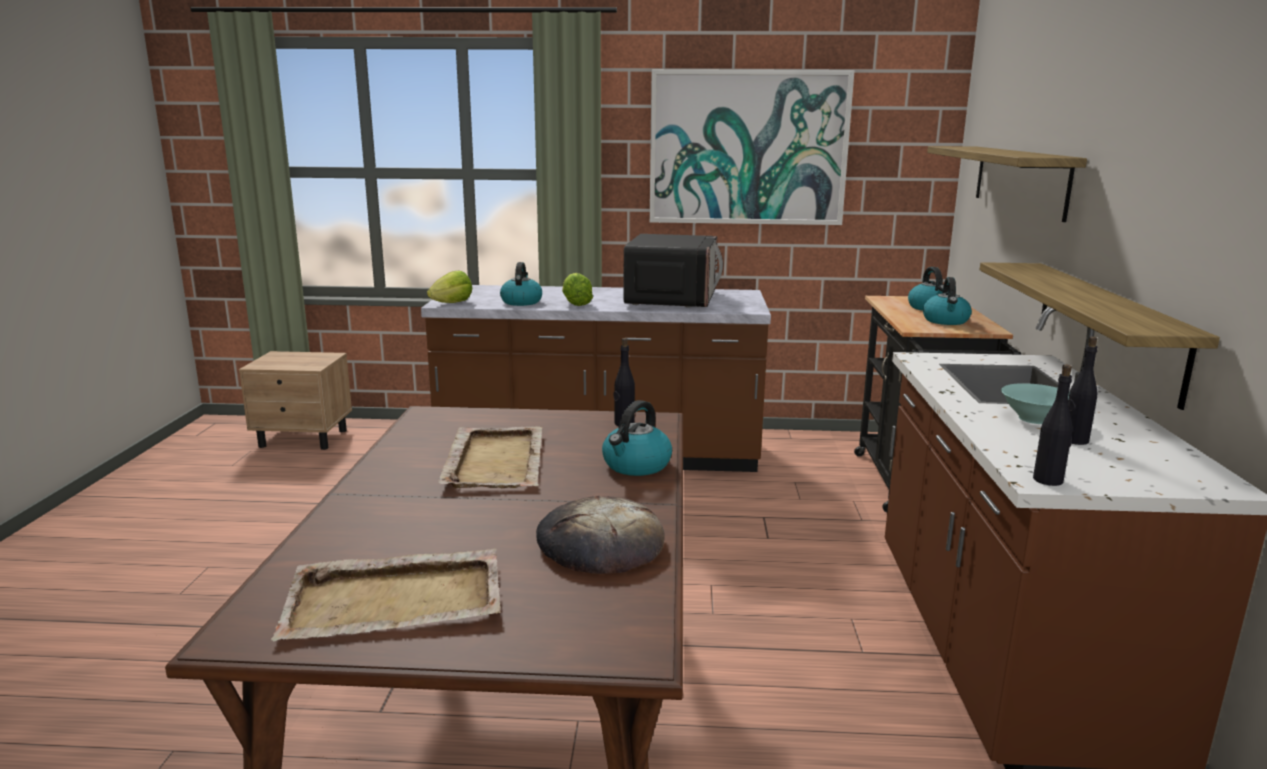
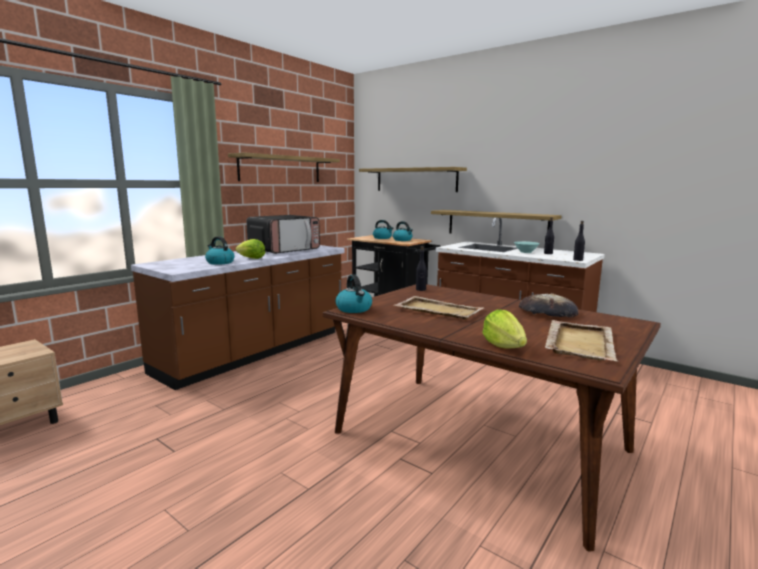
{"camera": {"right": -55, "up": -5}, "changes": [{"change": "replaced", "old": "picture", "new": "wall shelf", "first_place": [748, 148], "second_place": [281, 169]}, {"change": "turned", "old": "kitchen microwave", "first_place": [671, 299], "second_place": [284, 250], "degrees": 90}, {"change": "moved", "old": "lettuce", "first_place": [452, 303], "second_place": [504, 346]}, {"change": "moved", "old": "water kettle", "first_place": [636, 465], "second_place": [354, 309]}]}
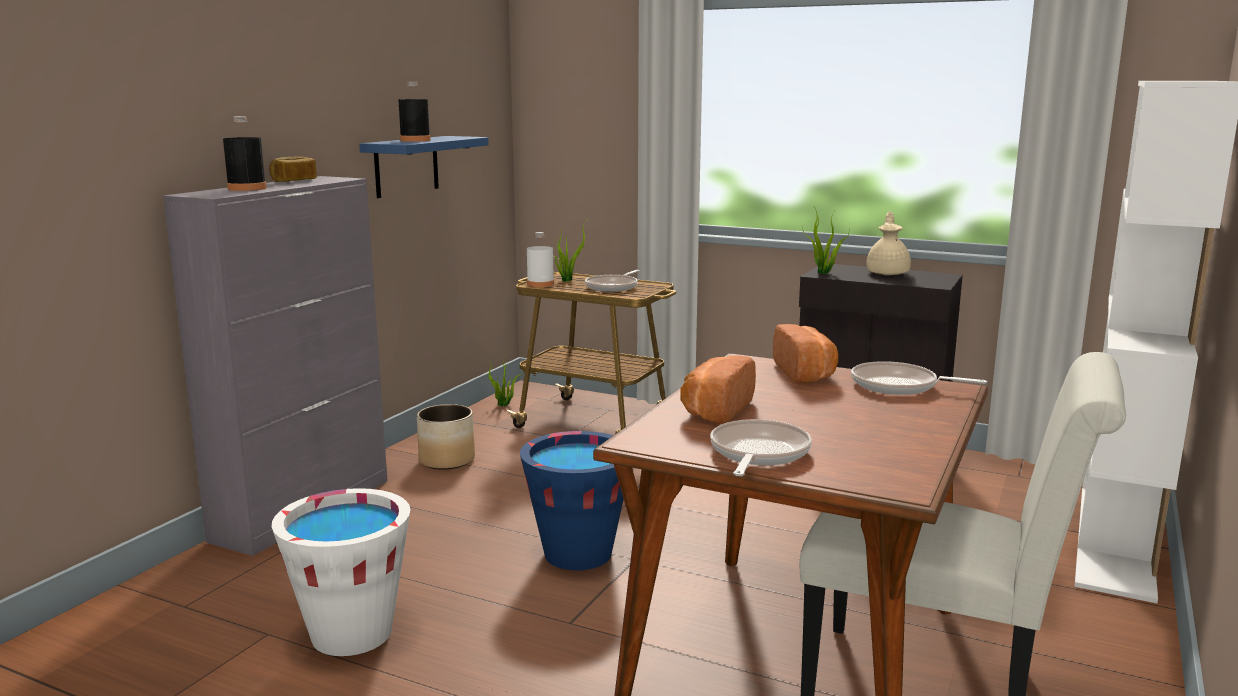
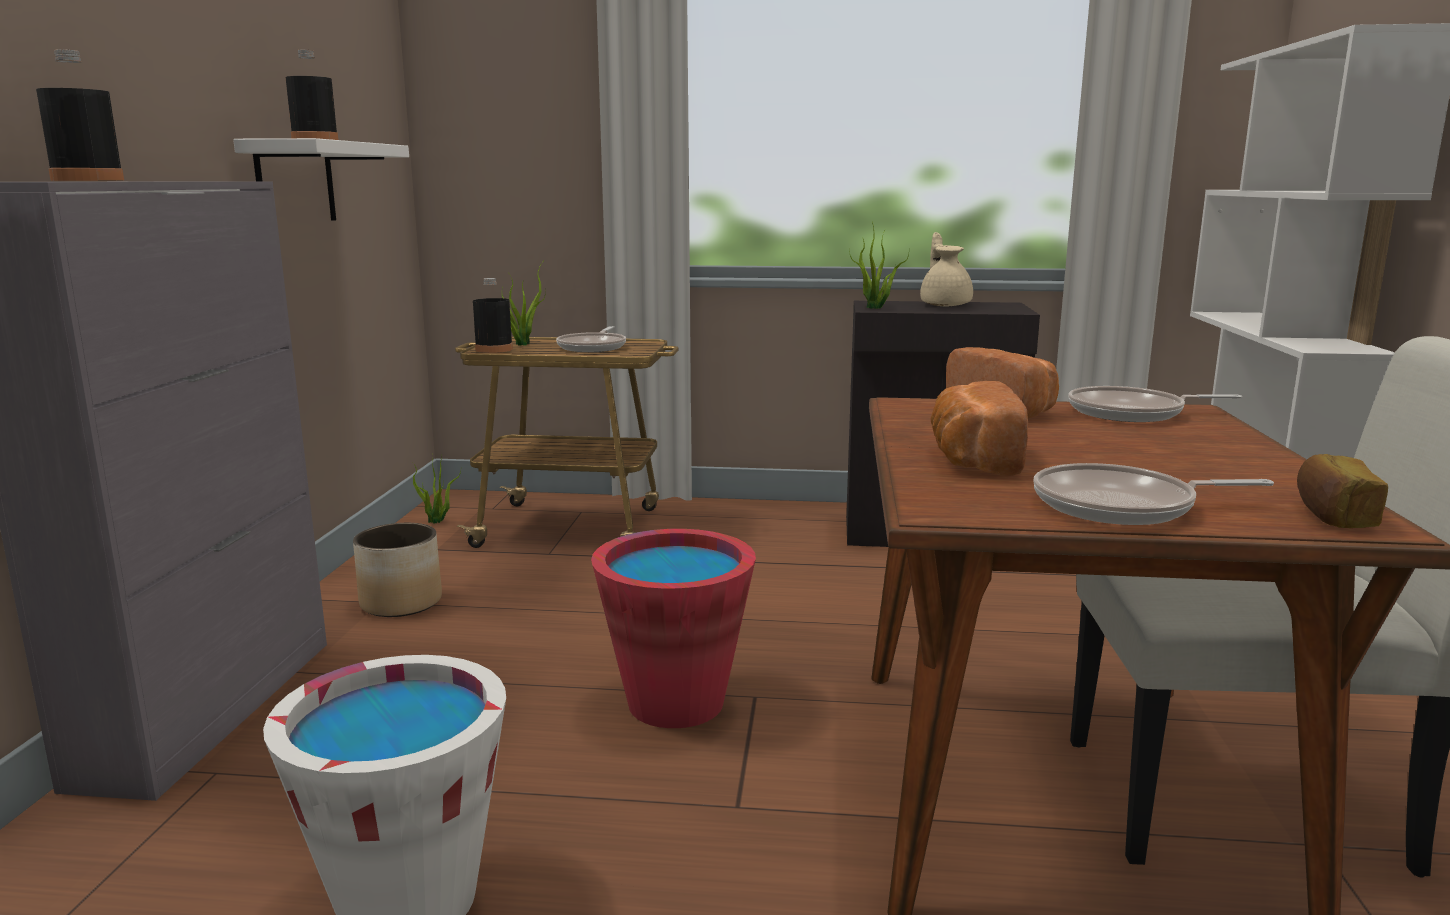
{"camera": {"right": -20, "up": 0}, "changes": [{"change": "recoloured", "old": "wall shelf (bluish)", "new": "wall shelf (white)", "first_place": [406, 166], "second_place": [295, 183]}, {"change": "moved", "old": "bread", "first_place": [293, 181], "second_place": [1331, 516]}, {"change": "recoloured", "old": "bottle (white)", "new": "bottle (black)", "first_place": [540, 284], "second_place": [494, 349]}, {"change": "turned", "old": "skillet", "first_place": [757, 453], "second_place": [1122, 507], "degrees": -90}, {"change": "recoloured", "old": "bucket (bluish)", "new": "bucket (red)", "first_place": [578, 554], "second_place": [675, 703]}]}
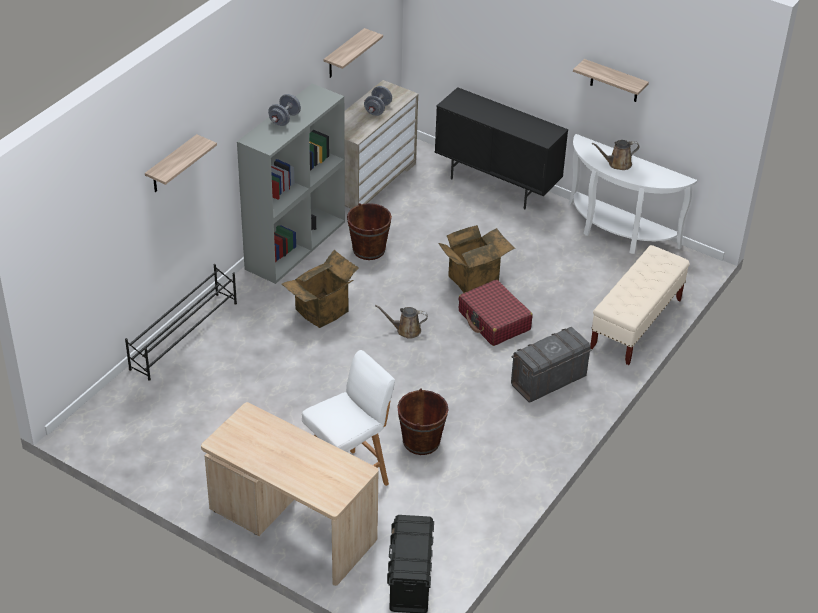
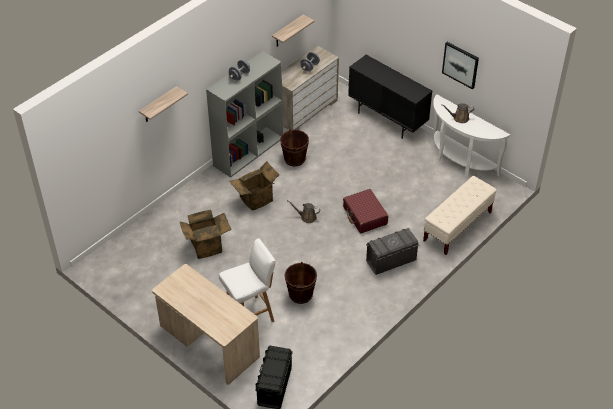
{"camera": {"right": 10, "up": 5}, "changes": [{"change": "replaced", "old": "wall shelf", "new": "picture", "first_place": [614, 81], "second_place": [460, 64]}, {"change": "moved", "old": "carton", "first_place": [472, 279], "second_place": [206, 245]}, {"change": "removed", "old": "shoe shelf (black)", "first_place": [185, 335]}]}
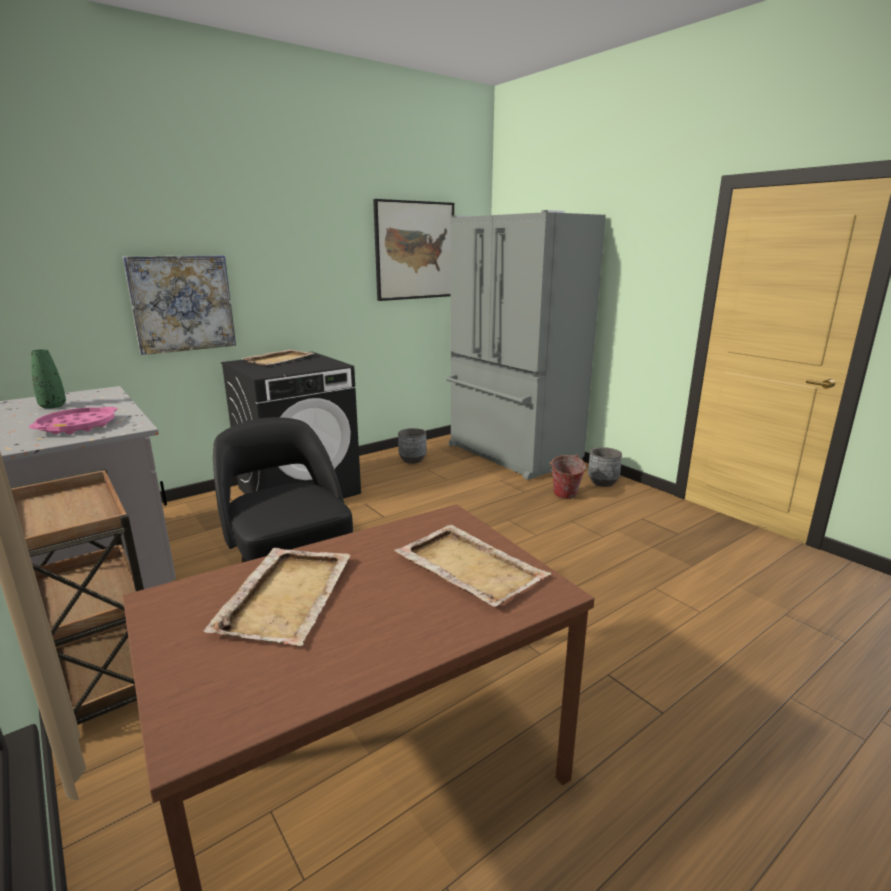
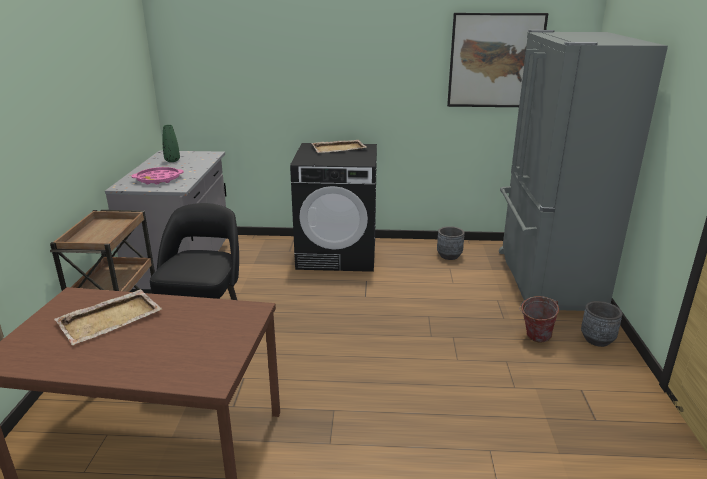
{"camera": {"right": 40, "up": 5}, "changes": [{"change": "removed", "old": "picture", "first_place": [182, 303]}, {"change": "removed", "old": "tray (sand-coloured)", "first_place": [468, 567]}]}
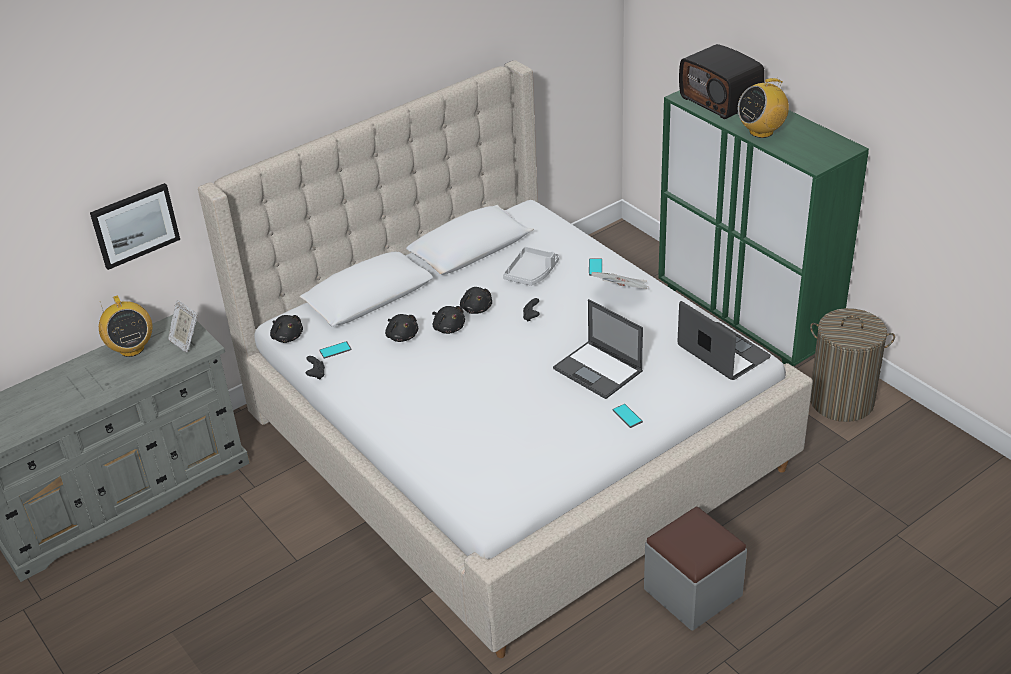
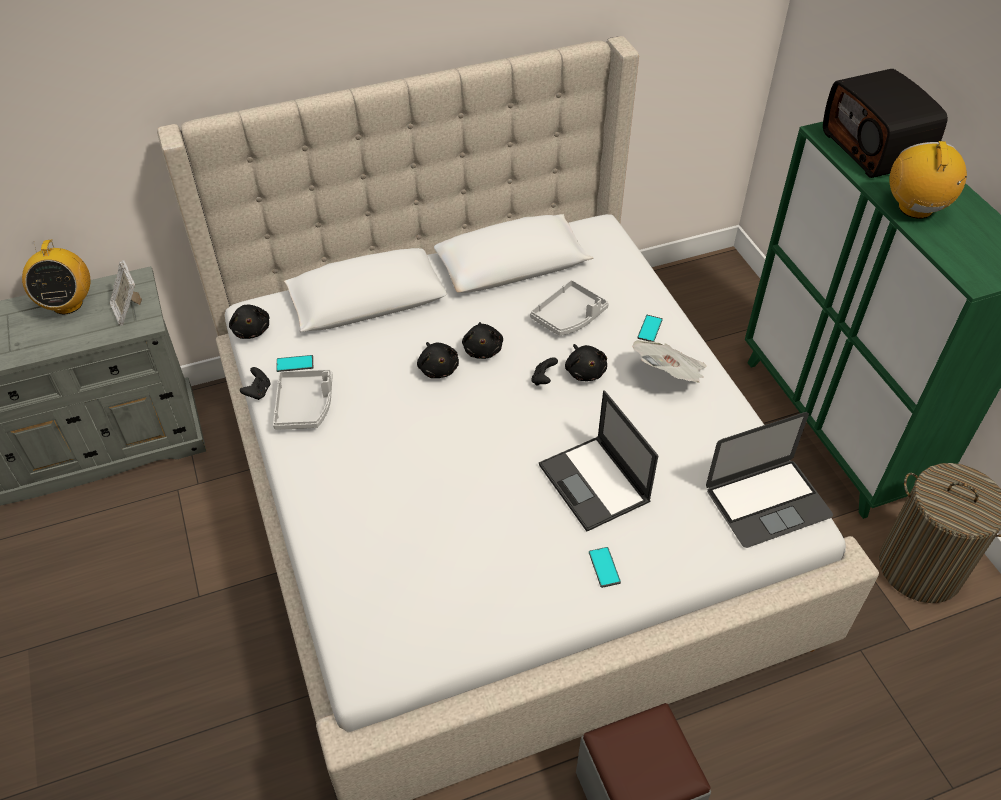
{"camera": {"right": 15, "up": 10}, "changes": [{"change": "turned", "old": "radio", "first_place": [761, 131], "second_place": [915, 208], "degrees": 105}, {"change": "removed", "old": "picture", "first_place": [135, 225]}, {"change": "turned", "old": "portable computer", "first_place": [723, 352], "second_place": [767, 502], "degrees": 90}, {"change": "moved", "old": "plush toy (black)", "first_place": [402, 336], "second_place": [585, 371]}, {"change": "added", "new": "tray (grey)", "second_place": [305, 406]}]}
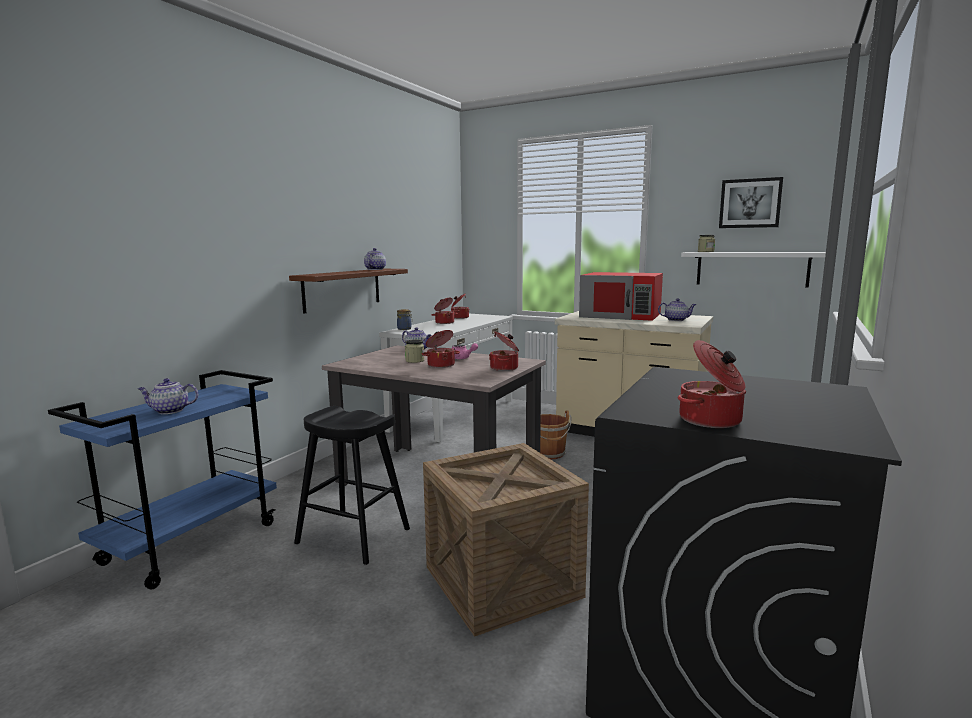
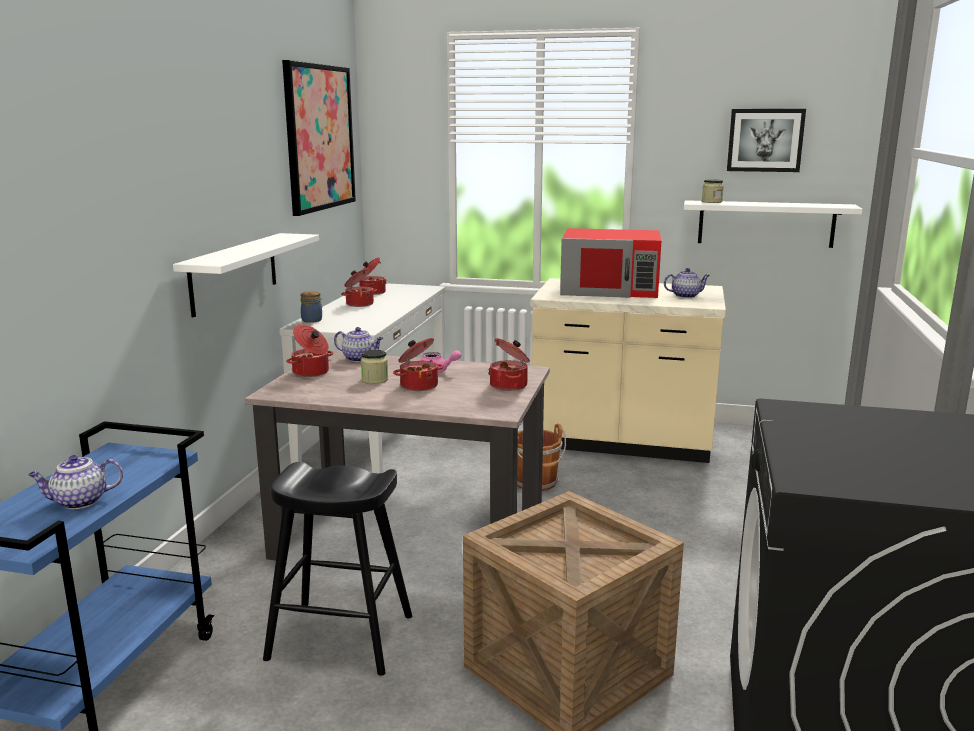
{"camera": {"right": -15, "up": 5}, "changes": [{"change": "removed", "old": "pot for tea", "first_place": [375, 269]}, {"change": "recoloured", "old": "wall shelf (brown-coloured)", "new": "wall shelf (white)", "first_place": [342, 289], "second_place": [234, 273]}, {"change": "moved", "old": "stockpot", "first_place": [711, 420], "second_place": [311, 372]}, {"change": "added", "new": "picture", "second_place": [319, 137]}]}
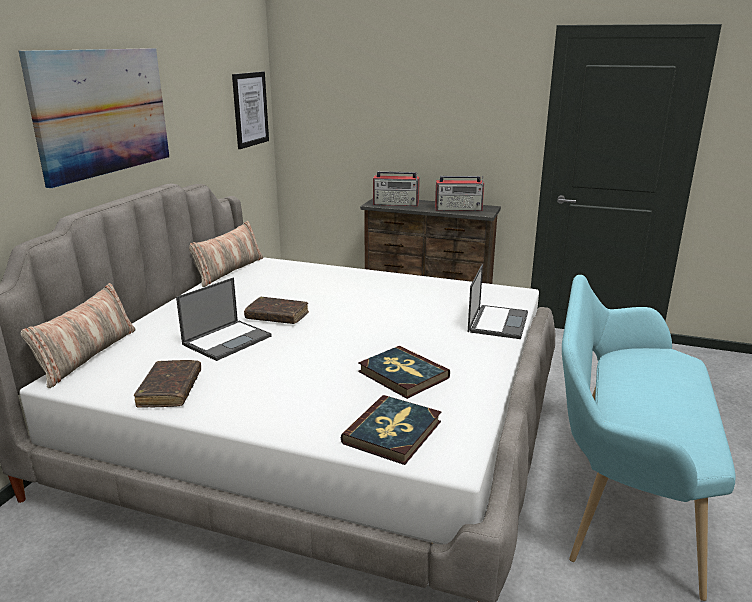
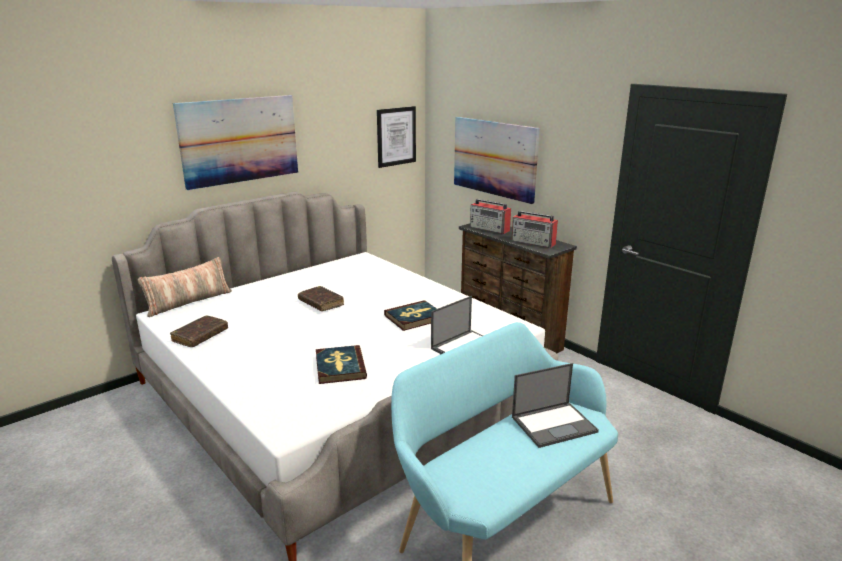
{"camera": {"right": 30, "up": 0}, "changes": [{"change": "removed", "old": "throw pillow", "first_place": [229, 271]}, {"change": "moved", "old": "portable computer", "first_place": [227, 340], "second_place": [554, 424]}, {"change": "moved", "old": "bound book", "first_place": [393, 432], "second_place": [414, 318]}, {"change": "added", "new": "picture", "second_place": [494, 158]}]}
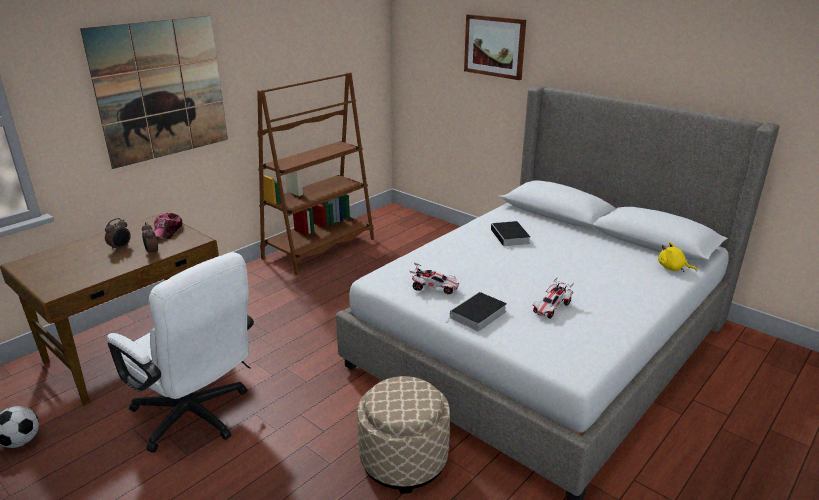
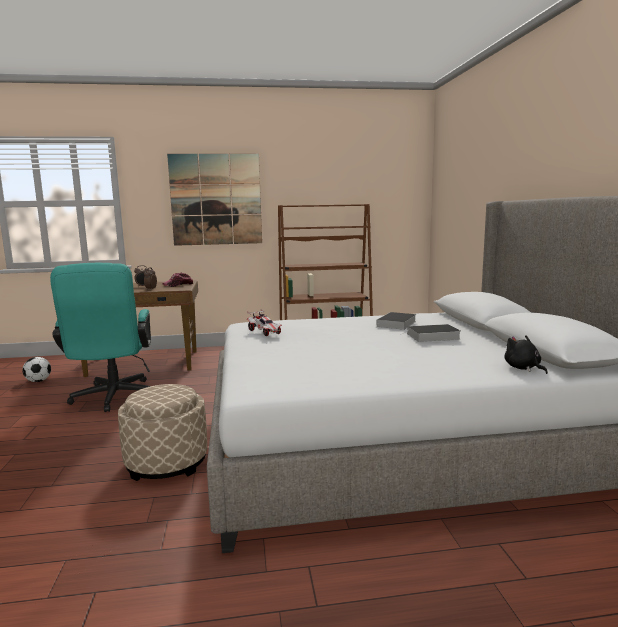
{"camera": {"right": 40, "up": -15}, "changes": [{"change": "removed", "old": "picture", "first_place": [494, 46]}, {"change": "recoloured", "old": "plush toy (yellow-coloured)", "new": "plush toy (black)", "first_place": [672, 268], "second_place": [523, 368]}, {"change": "recoloured", "old": "office chair (white)", "new": "office chair (blue-green)", "first_place": [197, 418], "second_place": [112, 398]}, {"change": "removed", "old": "miniature car", "first_place": [551, 308]}, {"change": "moved", "old": "bound book", "first_place": [477, 315], "second_place": [431, 336]}]}
